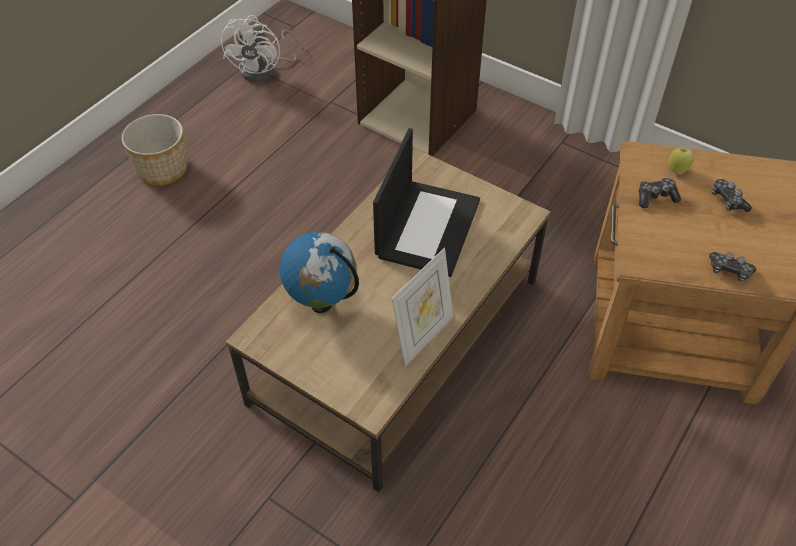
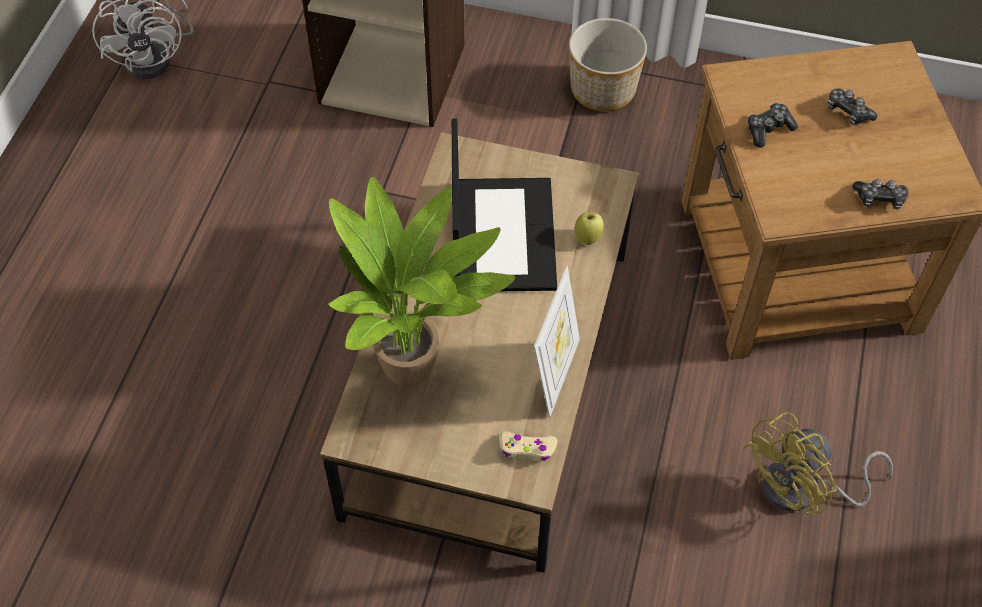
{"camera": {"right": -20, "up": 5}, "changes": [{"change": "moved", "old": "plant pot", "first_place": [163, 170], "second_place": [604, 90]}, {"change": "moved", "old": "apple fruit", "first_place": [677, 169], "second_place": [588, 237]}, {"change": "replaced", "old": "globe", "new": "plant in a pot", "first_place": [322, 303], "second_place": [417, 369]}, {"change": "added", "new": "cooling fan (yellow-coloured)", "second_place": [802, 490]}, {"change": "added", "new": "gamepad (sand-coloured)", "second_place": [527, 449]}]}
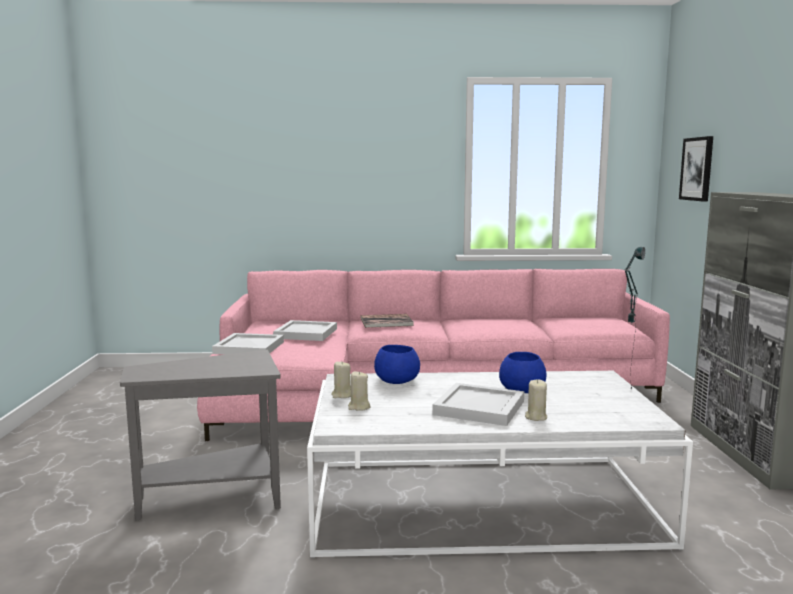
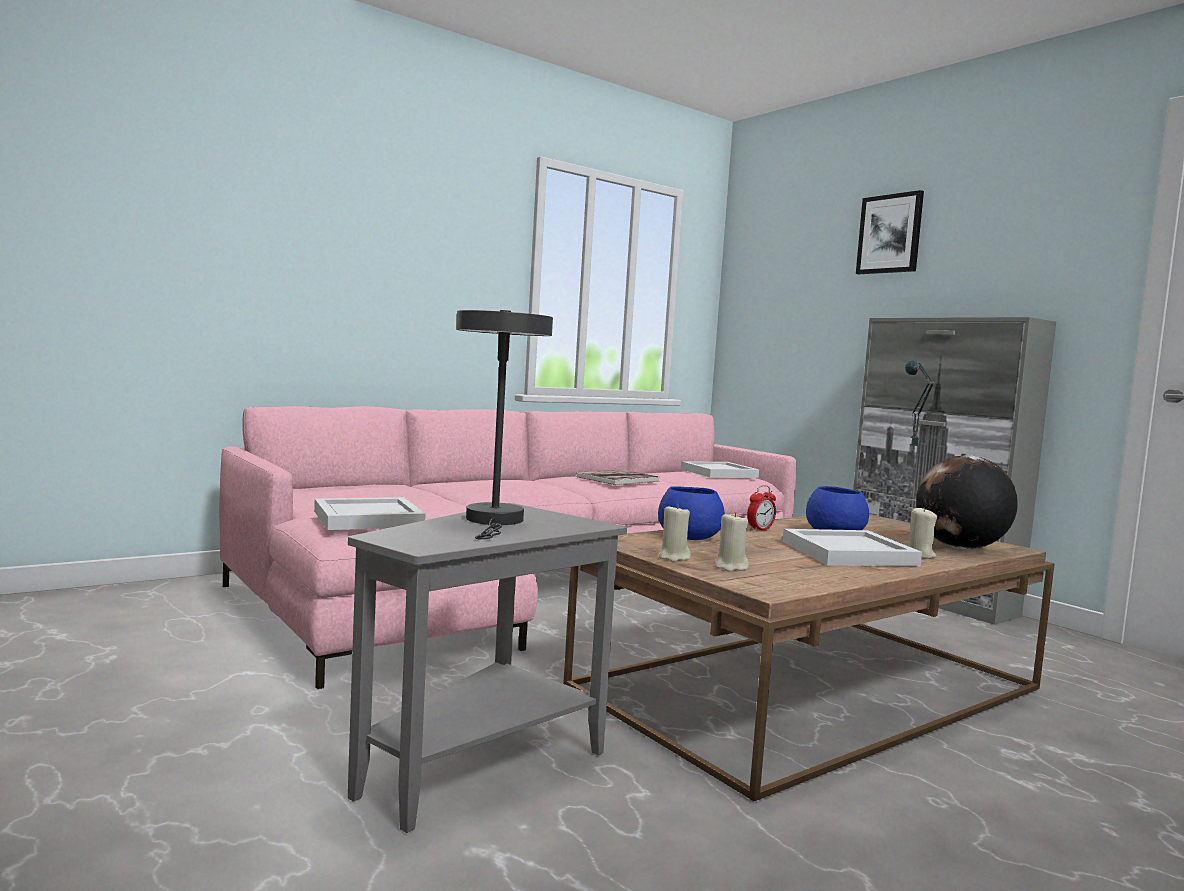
{"camera": {"right": -35, "up": -5}, "changes": [{"change": "moved", "old": "picture", "first_place": [697, 169], "second_place": [890, 234]}, {"change": "moved", "old": "bound book", "first_place": [386, 322], "second_place": [617, 479]}, {"change": "moved", "old": "tray (white)", "first_place": [307, 333], "second_place": [719, 473]}, {"change": "recoloured", "old": "low table (white)", "new": "low table (brown-coloured)", "first_place": [483, 502], "second_place": [811, 688]}, {"change": "added", "new": "table lamp (grey)", "second_place": [495, 521]}, {"change": "added", "new": "globe", "second_place": [960, 548]}, {"change": "added", "new": "bedside clock", "second_place": [760, 529]}]}
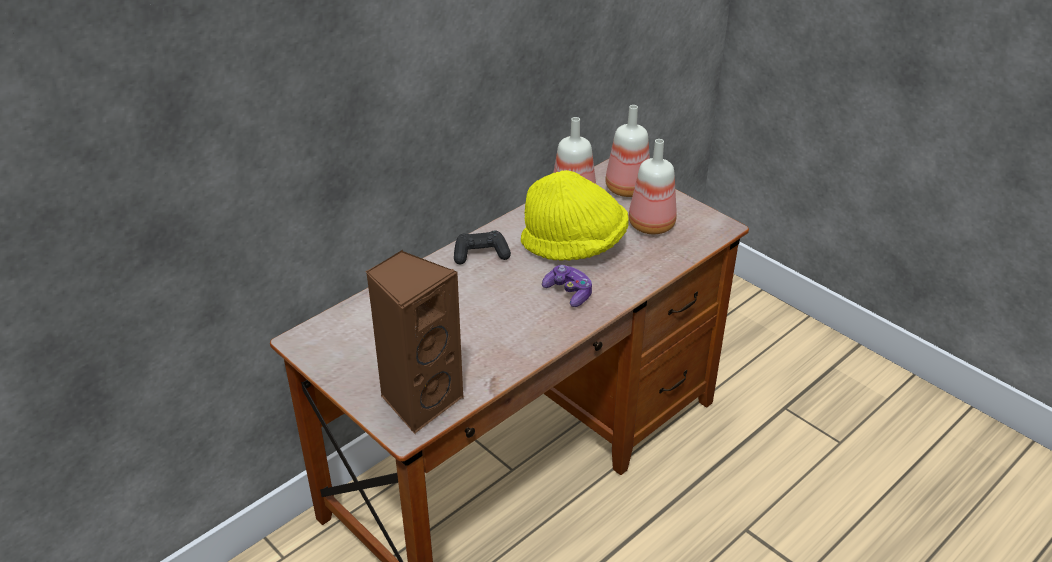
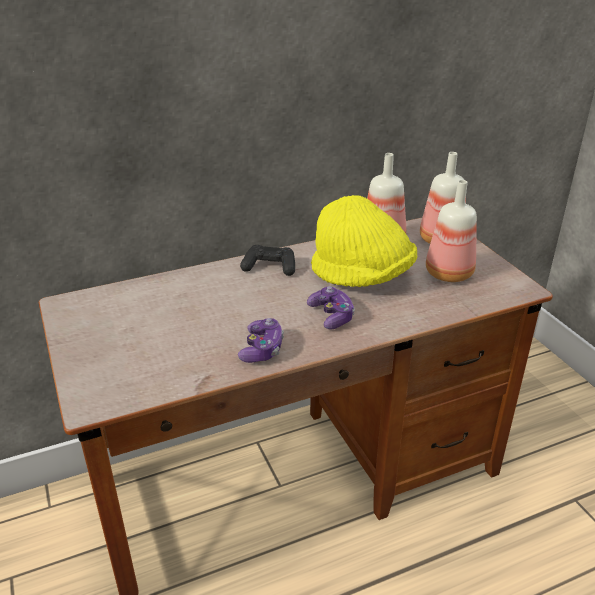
{"camera": {"right": 20, "up": -5}, "changes": [{"change": "removed", "old": "speaker (brown-coloured)", "first_place": [419, 400]}, {"change": "added", "new": "gamepad", "second_place": [262, 349]}]}
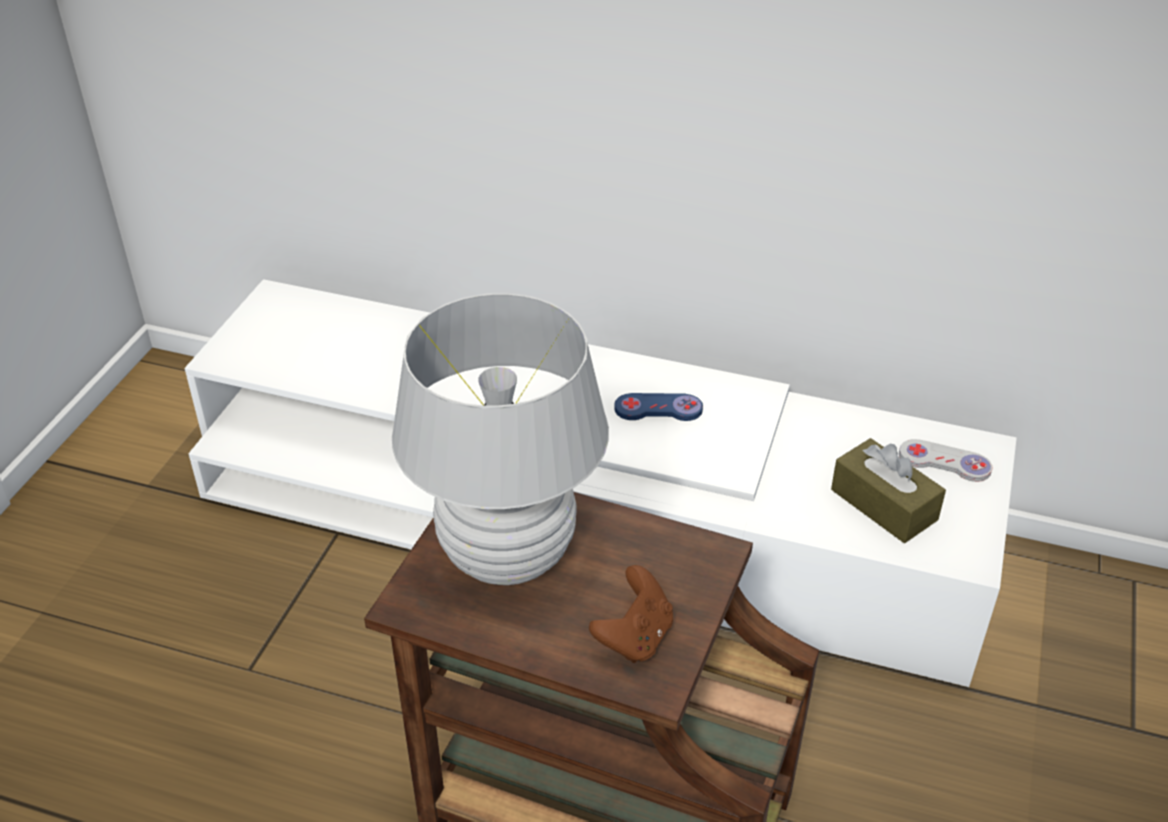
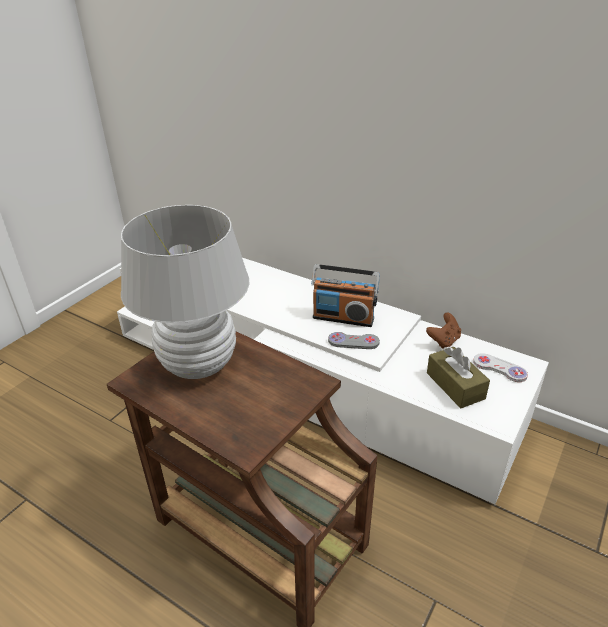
{"camera": {"right": 15, "up": -5}, "changes": [{"change": "replaced", "old": "gamepad (bluish)", "new": "radio", "first_place": [658, 409], "second_place": [343, 318]}, {"change": "moved", "old": "gamepad (brown-coloured)", "first_place": [634, 637], "second_place": [443, 341]}, {"change": "added", "new": "gamepad (grey)", "second_place": [353, 342]}]}
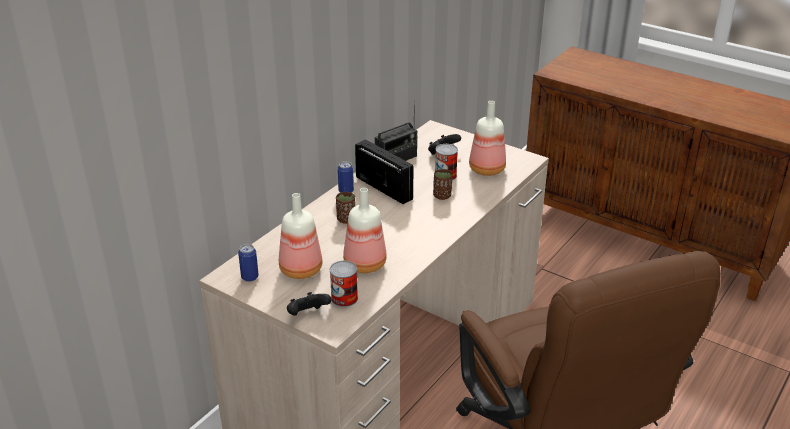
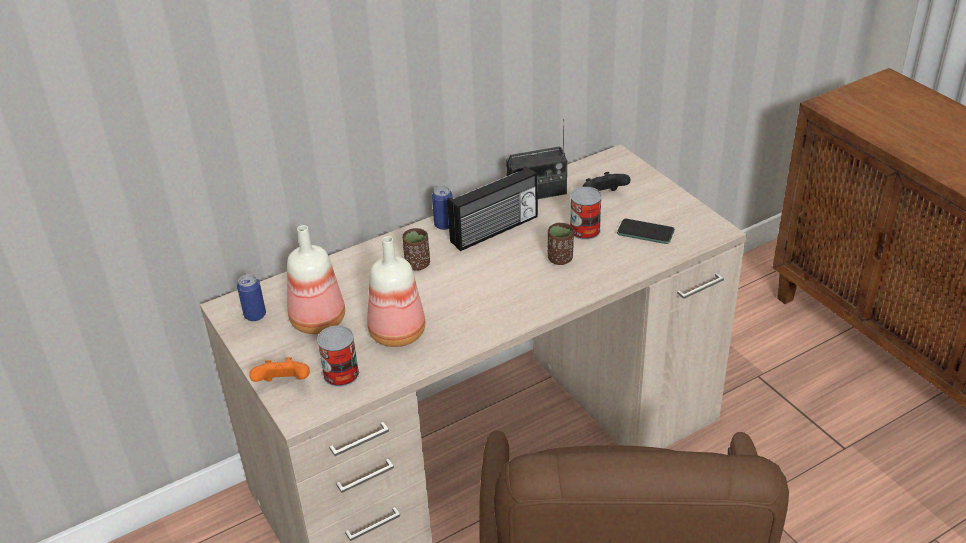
{"camera": {"right": 25, "up": 5}, "changes": [{"change": "replaced", "old": "bottle", "new": "telephone", "first_place": [486, 169], "second_place": [645, 232]}, {"change": "turned", "old": "radio", "first_place": [385, 187], "second_place": [495, 230], "degrees": 75}, {"change": "recoloured", "old": "gamepad (black)", "new": "gamepad (orange)", "first_place": [307, 315], "second_place": [284, 385]}]}
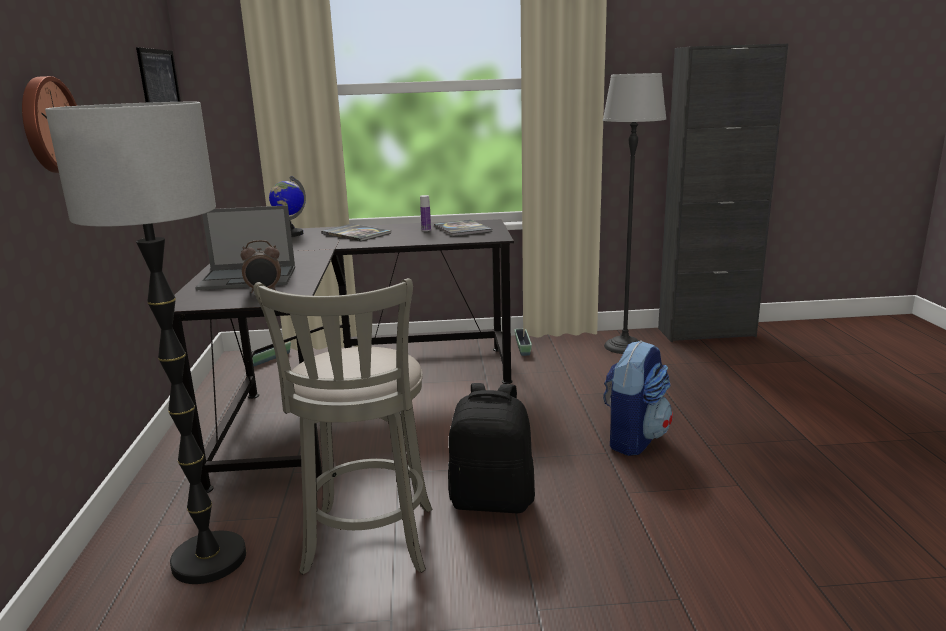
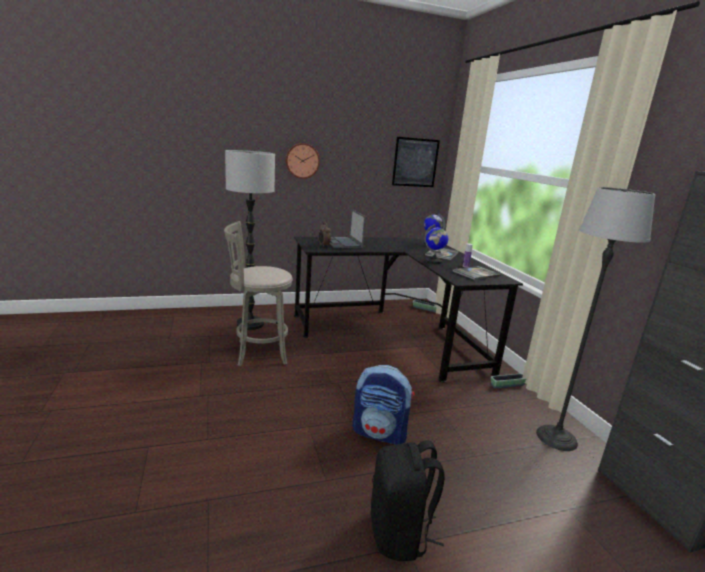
{"camera": {"right": 75, "up": 0}, "changes": [{"change": "moved", "old": "knapsack (black)", "first_place": [492, 500], "second_place": [399, 533]}, {"change": "added", "new": "globe", "second_place": [433, 262]}]}
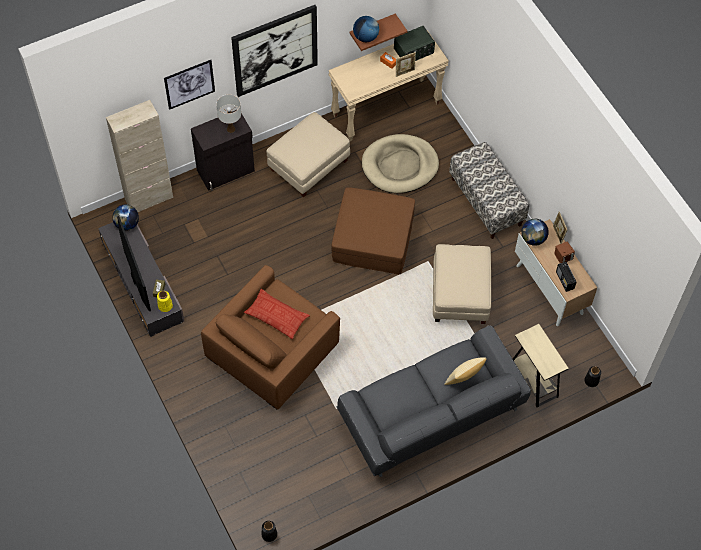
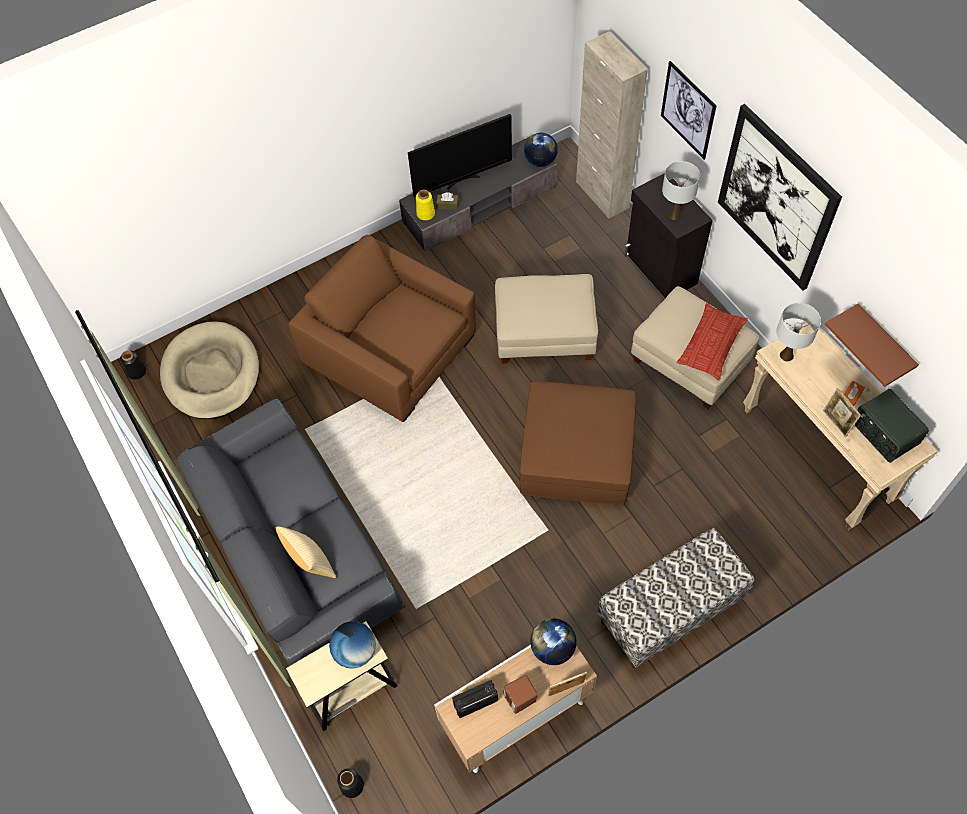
{"camera": {"right": 90, "up": 0}, "changes": [{"change": "moved", "old": "globe", "first_place": [365, 37], "second_place": [355, 651]}, {"change": "moved", "old": "dog cushion (sand-coloured)", "first_place": [400, 166], "second_place": [211, 373]}, {"change": "moved", "old": "pouffe (sand-coloured)", "first_place": [459, 294], "second_place": [544, 334]}, {"change": "moved", "old": "throw pillow", "first_place": [276, 316], "second_place": [711, 344]}, {"change": "added", "new": "table lamp (white)", "second_place": [787, 355]}]}
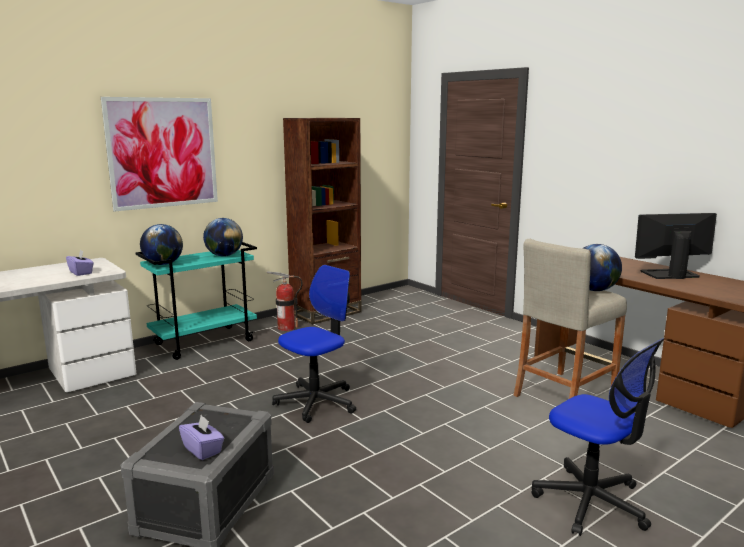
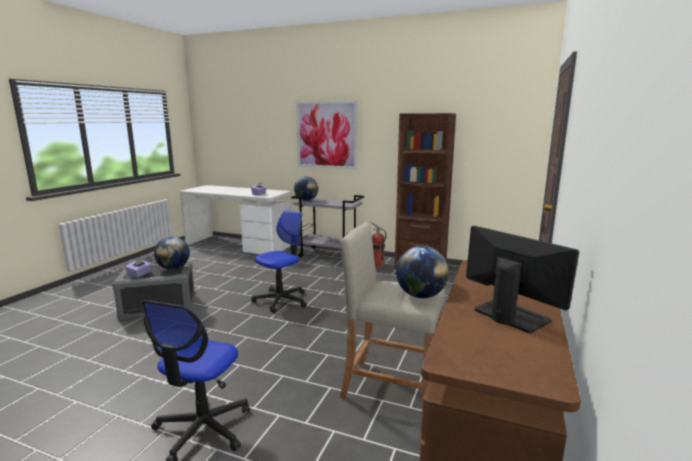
{"camera": {"right": 60, "up": 0}, "changes": [{"change": "moved", "old": "globe", "first_place": [224, 256], "second_place": [173, 268]}, {"change": "recoloured", "old": "cart (blue-green)", "new": "cart (grey)", "first_place": [205, 342], "second_place": [329, 255]}, {"change": "turned", "old": "office chair", "first_place": [316, 402], "second_place": [281, 300], "degrees": -60}]}
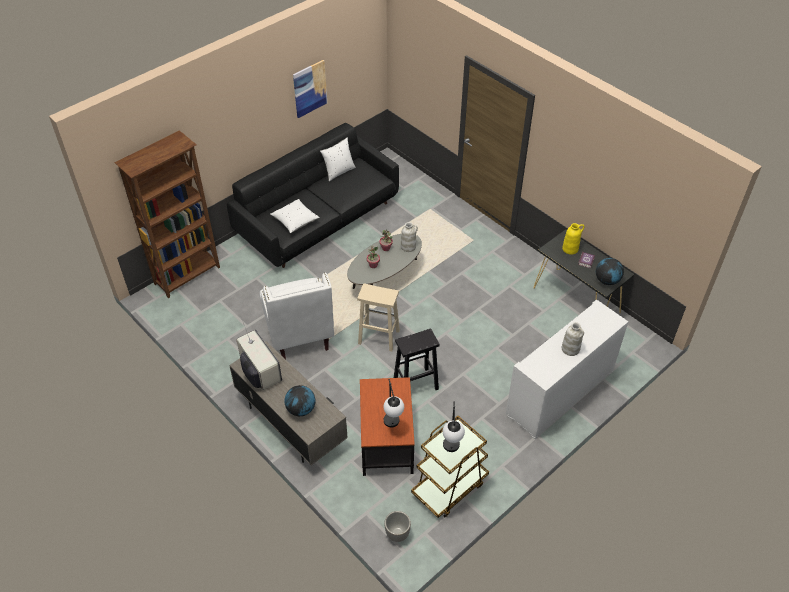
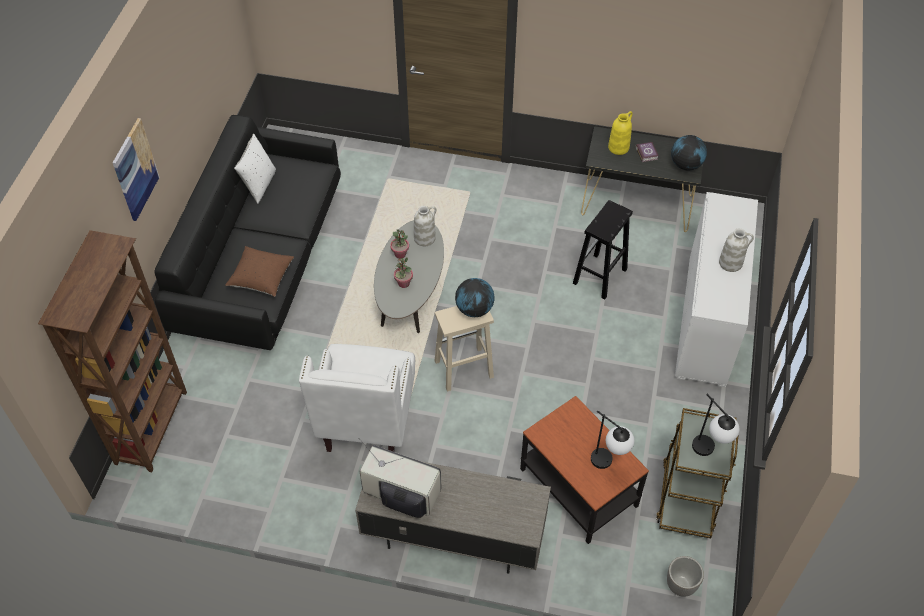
{"camera": {"right": -35, "up": 5}, "changes": [{"change": "moved", "old": "picture", "first_place": [310, 88], "second_place": [135, 170]}, {"change": "recoloured", "old": "throw pillow (white)", "new": "throw pillow (brown-coloured)", "first_place": [295, 221], "second_place": [261, 278]}, {"change": "turned", "old": "armchair (white)", "first_place": [299, 334], "second_place": [367, 420], "degrees": 60}, {"change": "moved", "old": "stool (black)", "first_place": [415, 384], "second_place": [599, 277]}, {"change": "moved", "old": "globe", "first_place": [301, 409], "second_place": [474, 309]}]}
